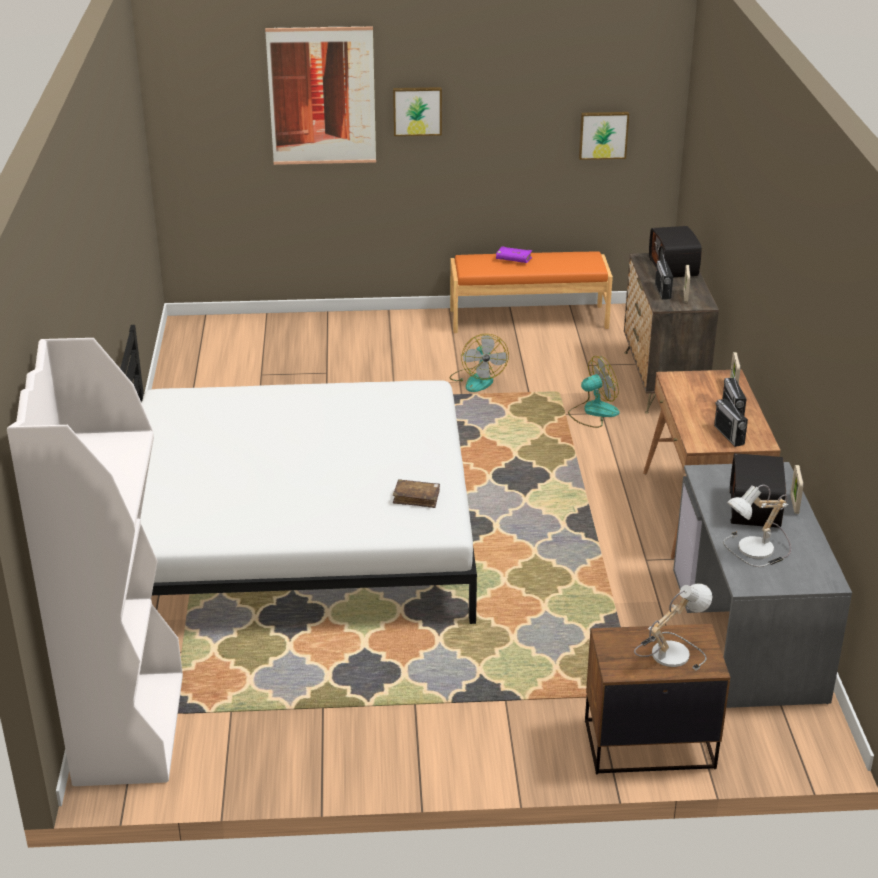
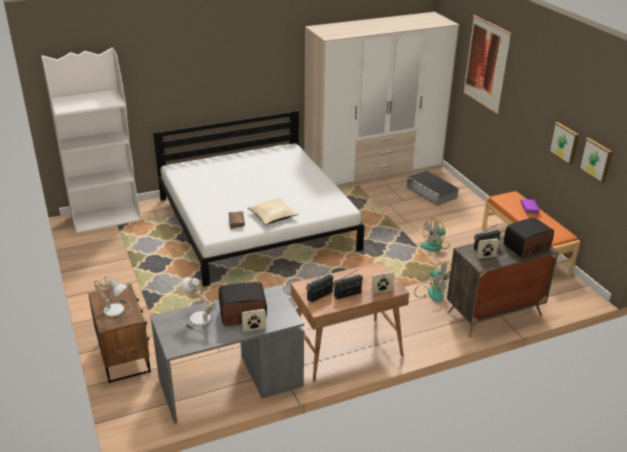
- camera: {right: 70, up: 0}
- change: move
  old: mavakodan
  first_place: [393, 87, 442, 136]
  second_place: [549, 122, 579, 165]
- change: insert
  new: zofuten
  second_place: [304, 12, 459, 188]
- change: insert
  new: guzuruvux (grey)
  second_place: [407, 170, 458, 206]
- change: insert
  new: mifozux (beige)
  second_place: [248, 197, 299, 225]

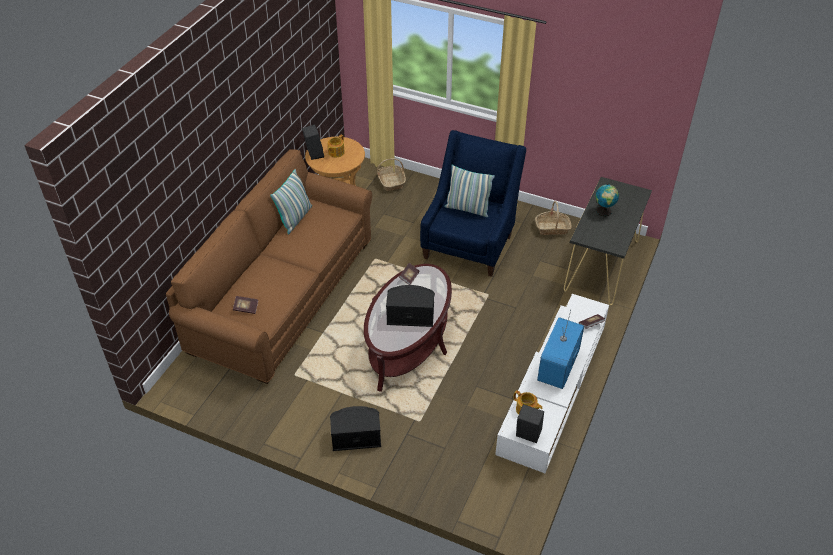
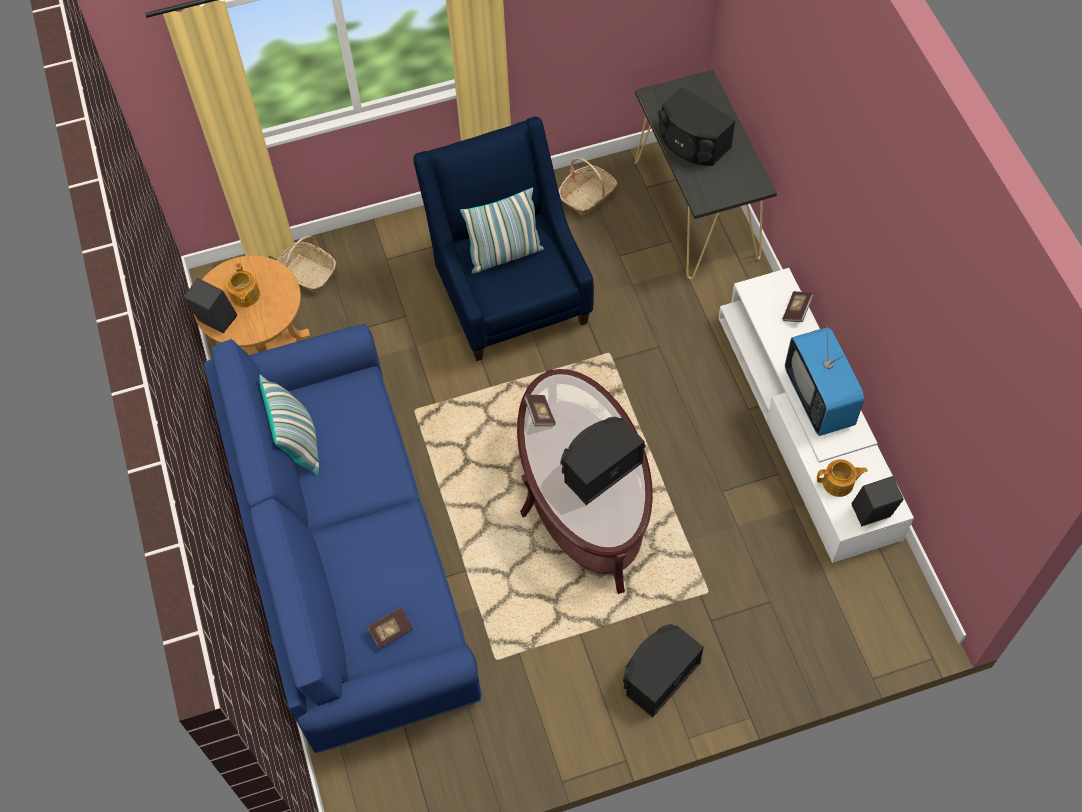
- camera: {right: -40, up: 15}
- change: recolor
  old: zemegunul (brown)
  new: zemegunul (blue)
  first_place: [166, 149, 372, 384]
  second_place: [204, 323, 482, 753]
- change: replace
  old: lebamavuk
  new: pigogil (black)
  first_place: [596, 184, 619, 216]
  second_place: [658, 87, 735, 166]

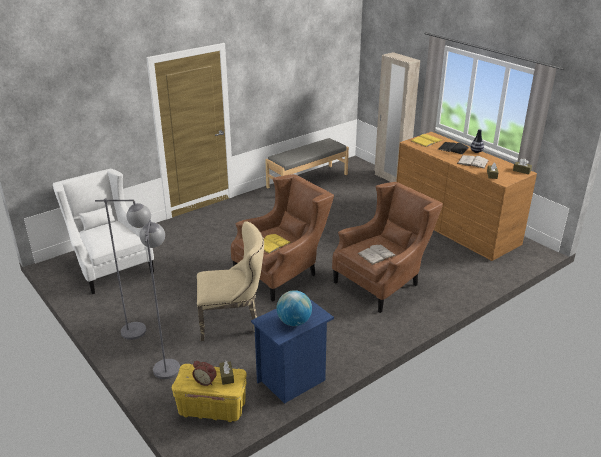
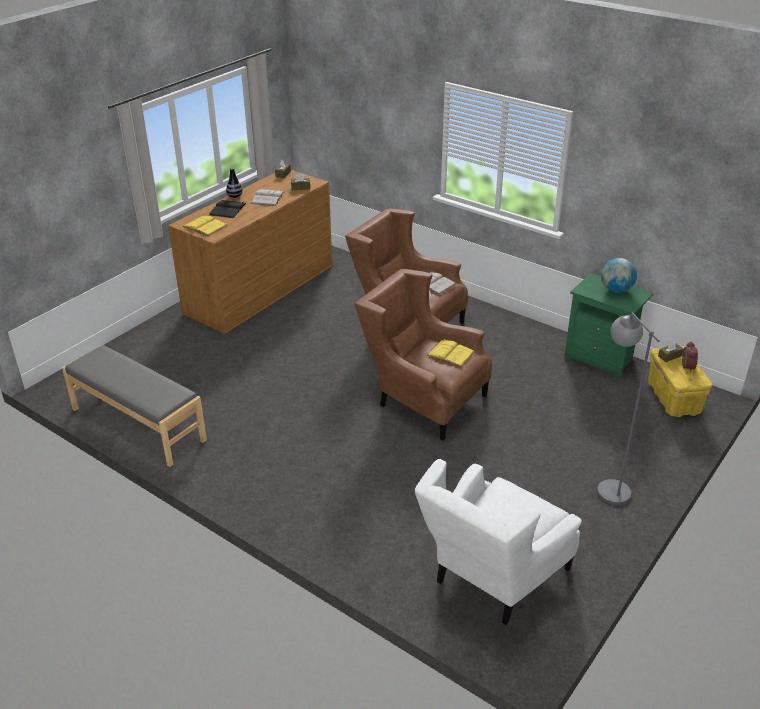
- camera: {right: -105, up: 5}
- change: delete
  old: zofuten (beige)
  first_place: [375, 52, 420, 182]
- change: delete
  old: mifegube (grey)
  first_place: [139, 220, 180, 379]
- change: delete
  old: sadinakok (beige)
  first_place: [197, 221, 264, 341]
- change: recolor
  old: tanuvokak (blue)
  new: tanuvokak (green)
  first_place: [251, 299, 334, 404]
  second_place: [564, 273, 653, 379]

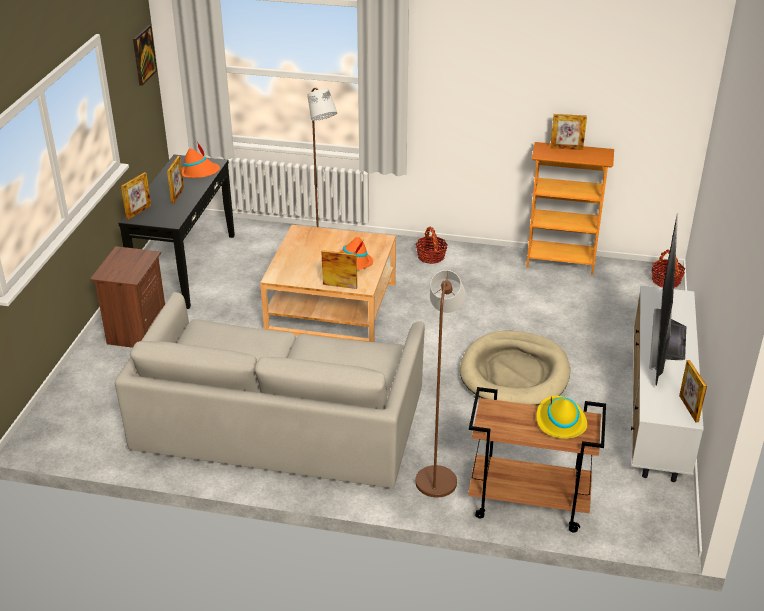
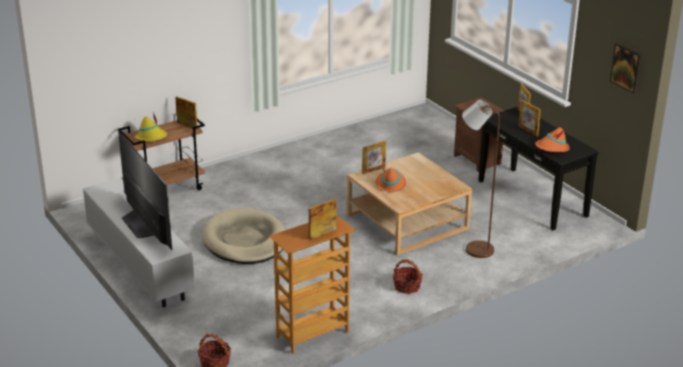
- camera: {right: 135, up: -5}
- change: delete
  old: mifegube (brown)
  first_place: [415, 270, 466, 497]
- change: delete
  old: zemegunul (grey)
  first_place: [115, 292, 425, 488]
- change: move
  old: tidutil
  first_place: [679, 360, 707, 423]
  second_place: [175, 97, 198, 130]

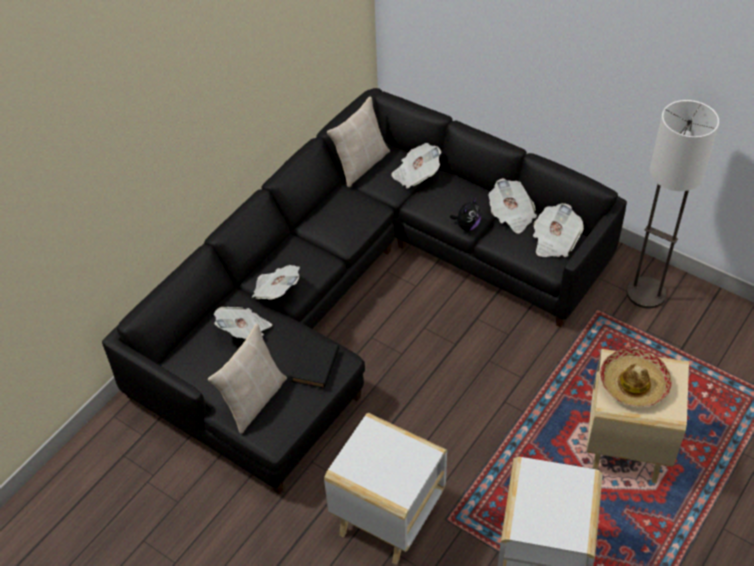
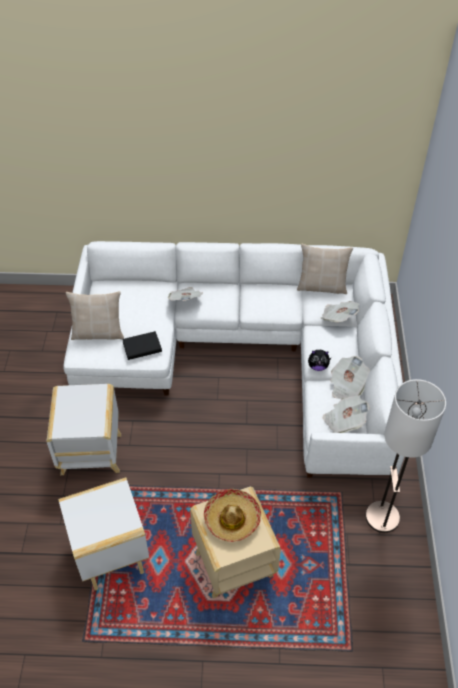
- camera: {right: 55, up: 0}
- change: recolor
  old: zemegunul (black)
  new: zemegunul (white)
  first_place: [102, 88, 627, 494]
  second_place: [63, 241, 404, 478]
- change: delete
  old: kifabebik
  first_place: [214, 307, 272, 339]

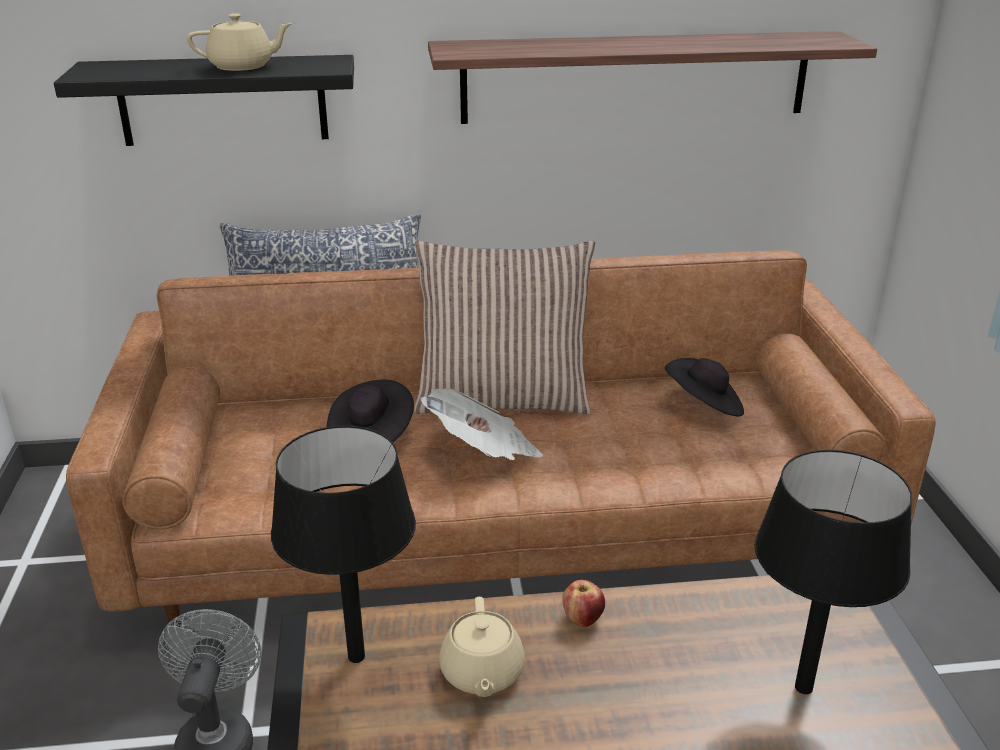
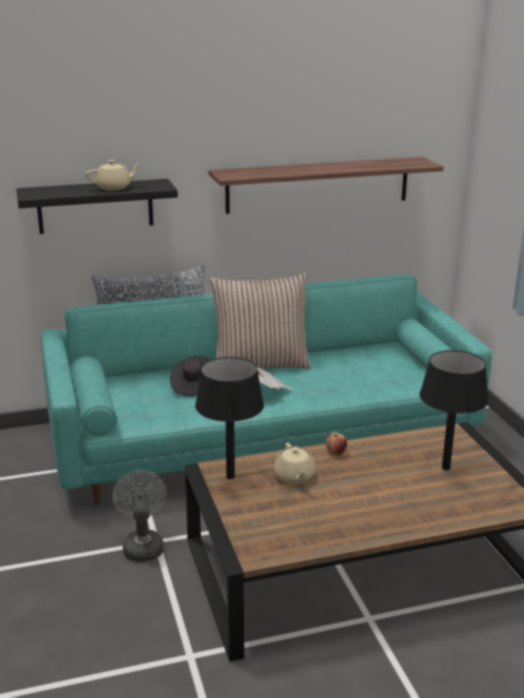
- camera: {right: -10, up: -5}
- change: recolor
  old: zemegunul (brown)
  new: zemegunul (turquoise)
  first_place: [66, 250, 936, 627]
  second_place: [41, 274, 492, 505]
- change: delete
  old: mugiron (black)
  first_place: [665, 358, 744, 416]

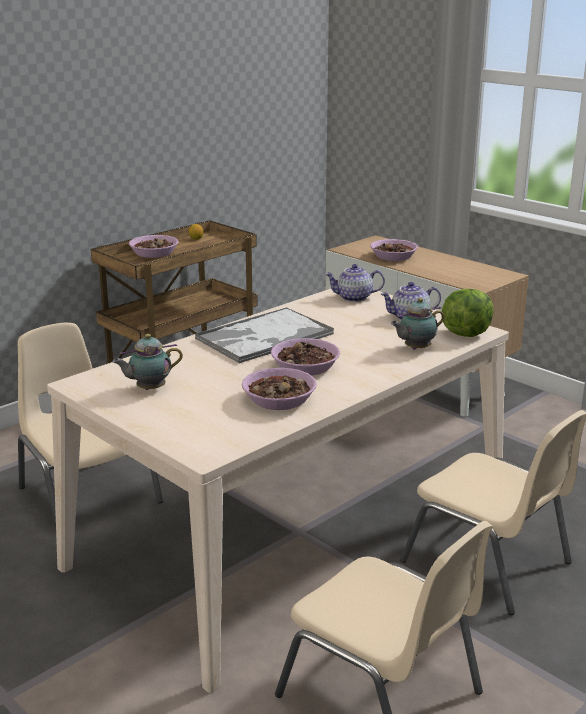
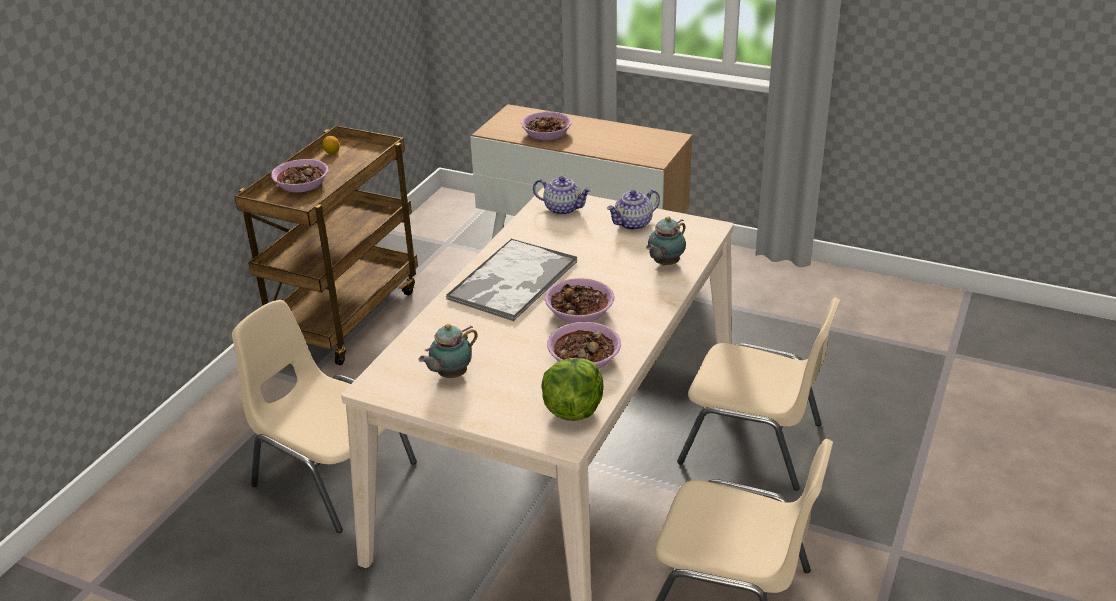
- camera: {right: -20, up: 10}
- change: rotate
  old: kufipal
  first_place: [325, 264, 385, 302]
  second_place: [533, 176, 592, 215]
  degrees: -135
- change: move
  old: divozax
  first_place: [441, 289, 494, 337]
  second_place: [541, 358, 604, 421]

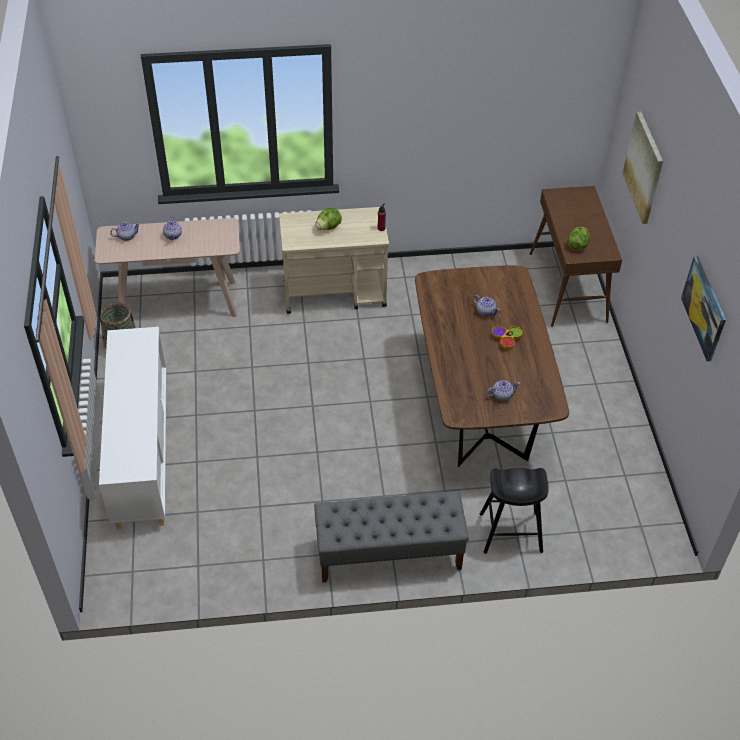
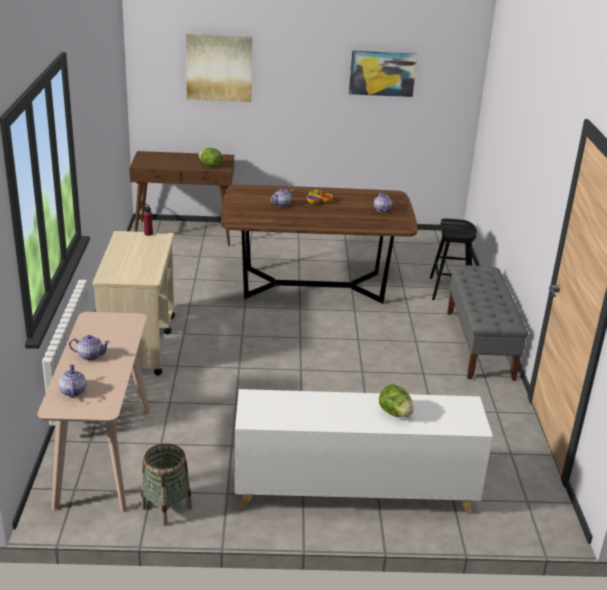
- camera: {right: -85, up: -20}
- change: move
  old: divozax
  first_place: [315, 208, 342, 230]
  second_place: [379, 384, 414, 417]

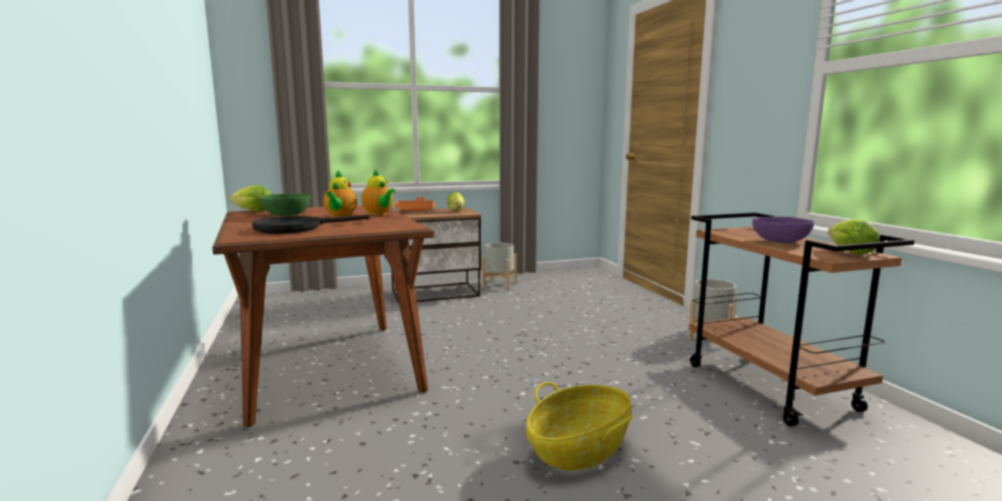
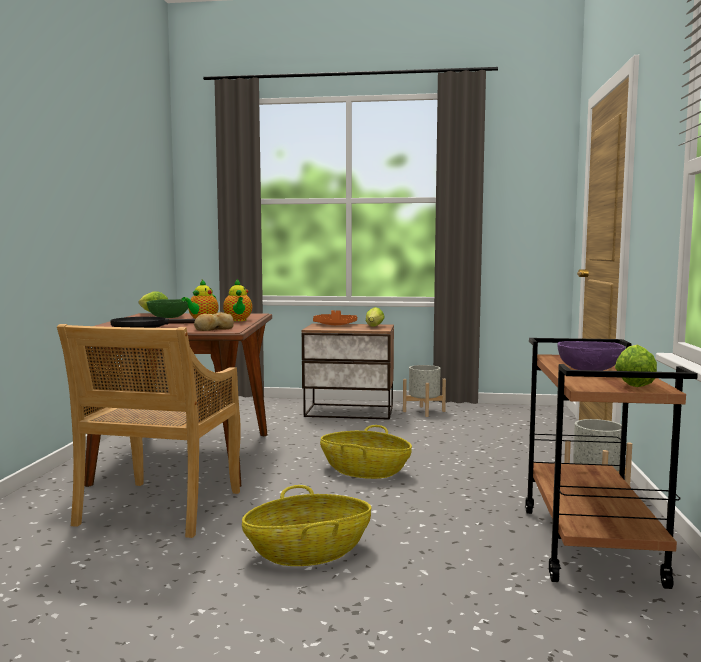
- camera: {right: 25, up: -5}
- change: insert
  new: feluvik
  second_place: [194, 312, 234, 331]
- change: insert
  new: sadinakok (beige)
  second_place: [57, 324, 241, 538]
- change: insert
  new: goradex
  second_place: [320, 425, 412, 479]

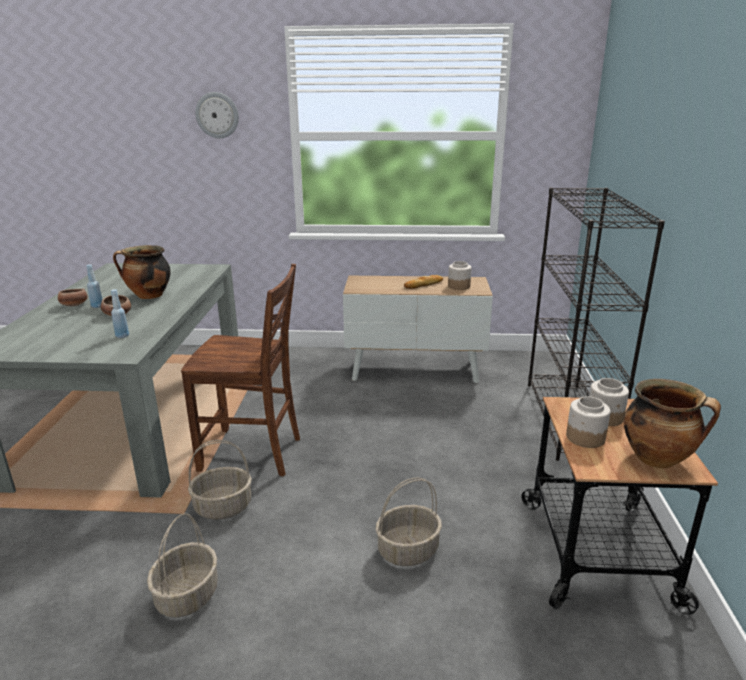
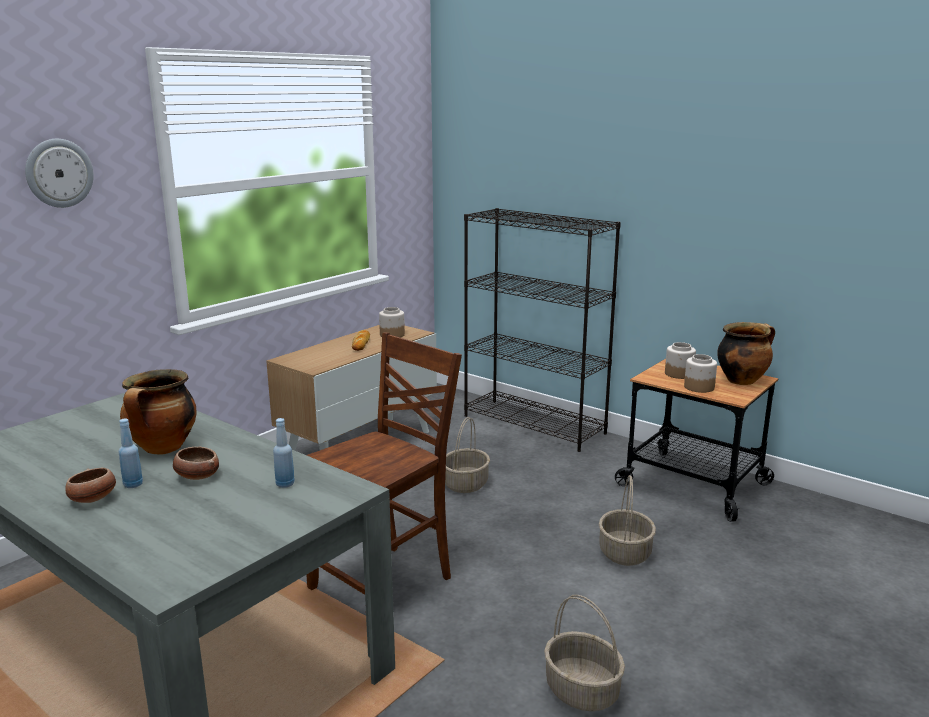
- camera: {right: -55, up: -5}
- change: move
  old: goradex
  first_place: [188, 440, 252, 520]
  second_place: [445, 417, 490, 493]

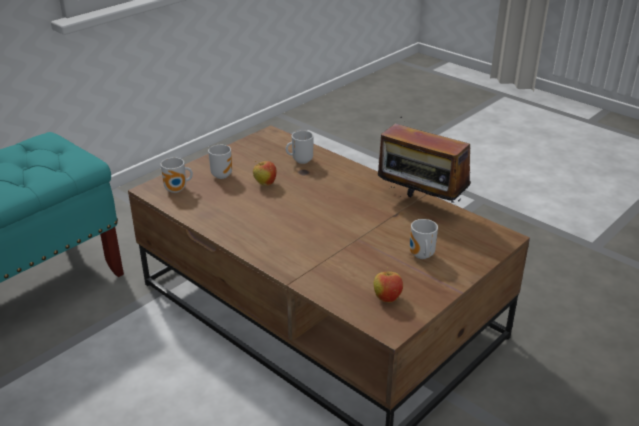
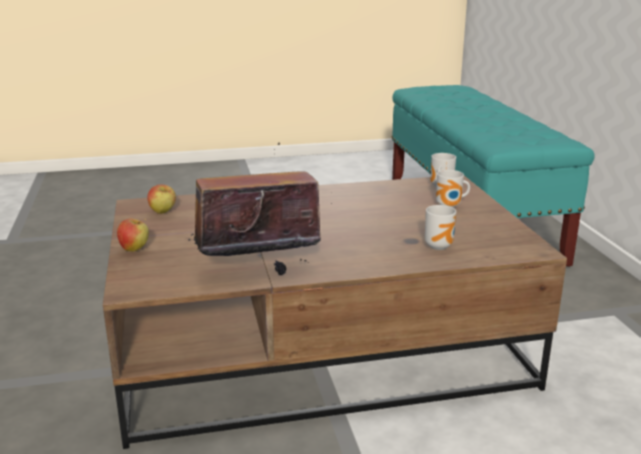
- camera: {right: 125, up: -10}
- change: move
  old: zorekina
  first_place: [253, 161, 277, 186]
  second_place: [117, 219, 149, 251]
- change: delete
  old: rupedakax
  first_place: [410, 219, 438, 259]

